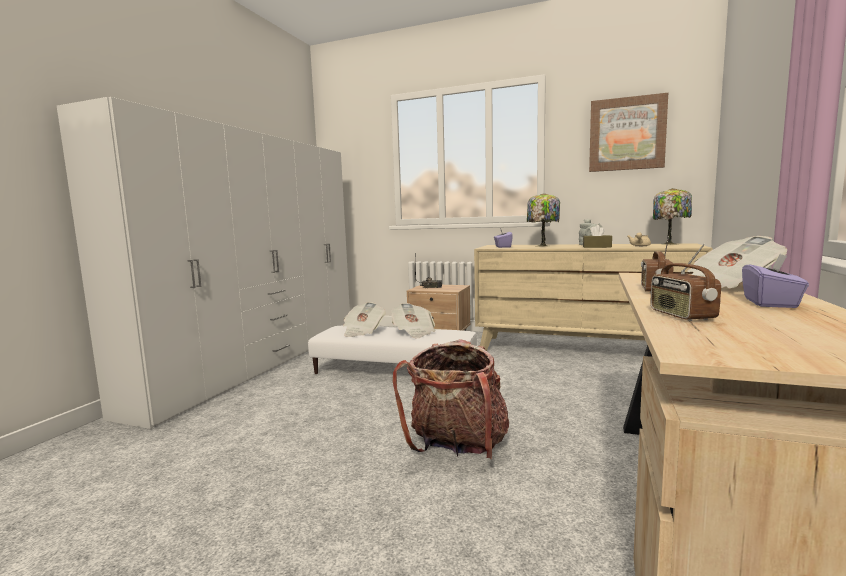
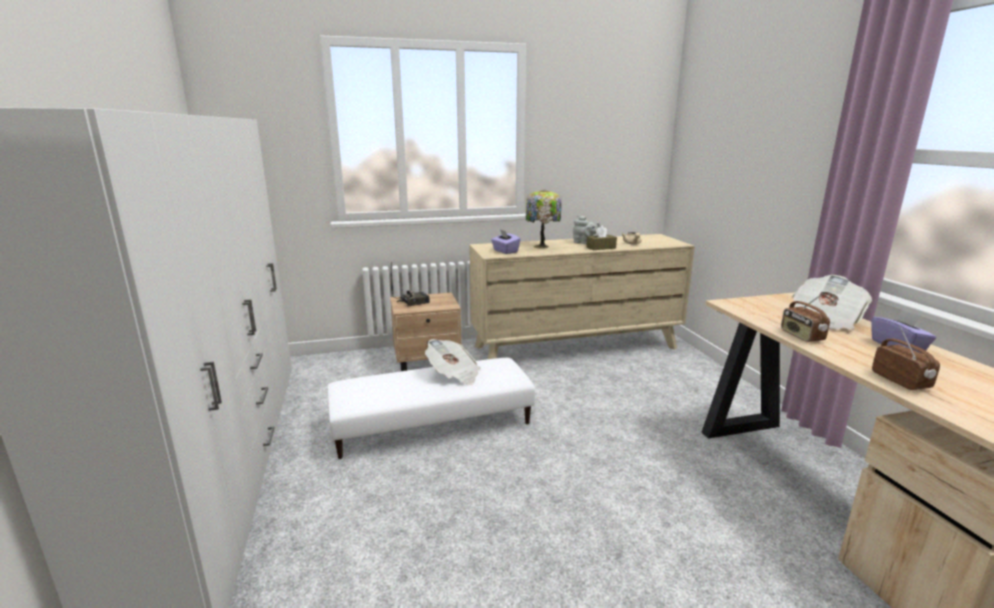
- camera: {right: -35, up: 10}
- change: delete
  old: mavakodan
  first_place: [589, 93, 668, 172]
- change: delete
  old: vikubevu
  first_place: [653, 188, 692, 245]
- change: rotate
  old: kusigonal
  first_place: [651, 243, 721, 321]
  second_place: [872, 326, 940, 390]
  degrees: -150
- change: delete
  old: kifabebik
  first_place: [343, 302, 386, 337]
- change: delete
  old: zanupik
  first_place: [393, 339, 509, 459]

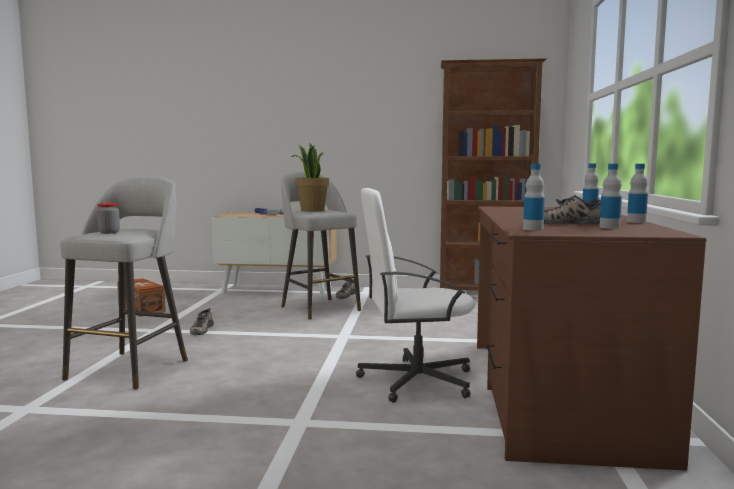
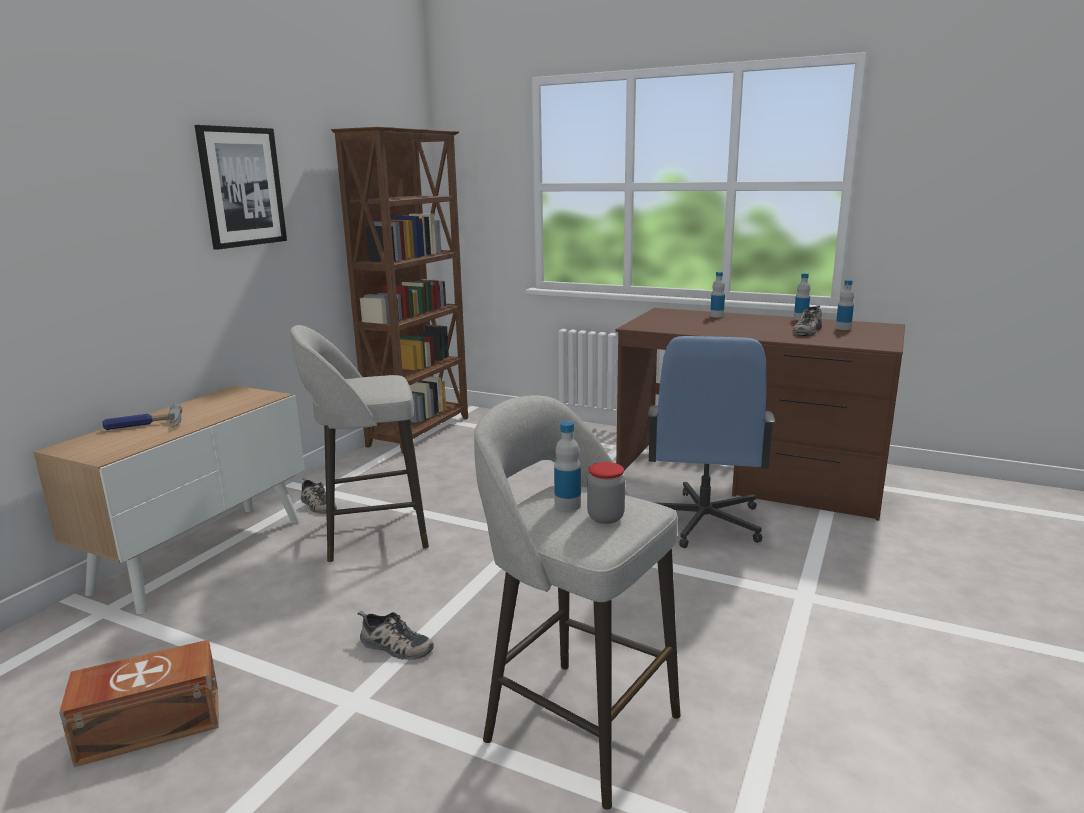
- camera: {right: -70, up: 10}
- change: delete
  old: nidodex
  first_place: [291, 143, 329, 211]
- change: move
  old: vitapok
  first_place: [523, 164, 545, 230]
  second_place: [554, 421, 581, 511]
- change: recolor
  old: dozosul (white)
  new: dozosul (blue)
  first_place: [356, 188, 475, 403]
  second_place: [648, 336, 775, 548]
- change: insert
  new: mavakodan
  second_place: [195, 125, 287, 250]

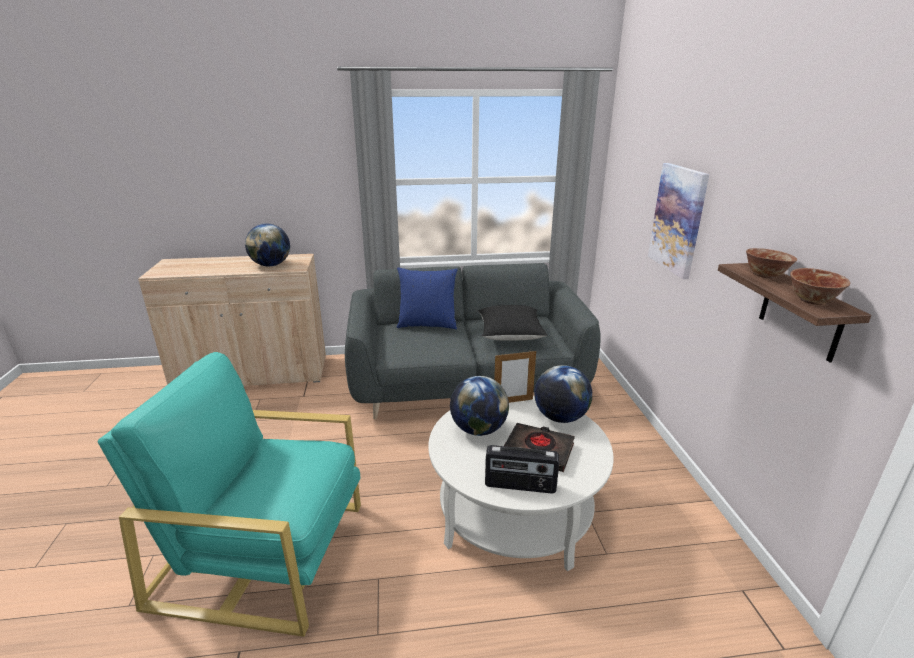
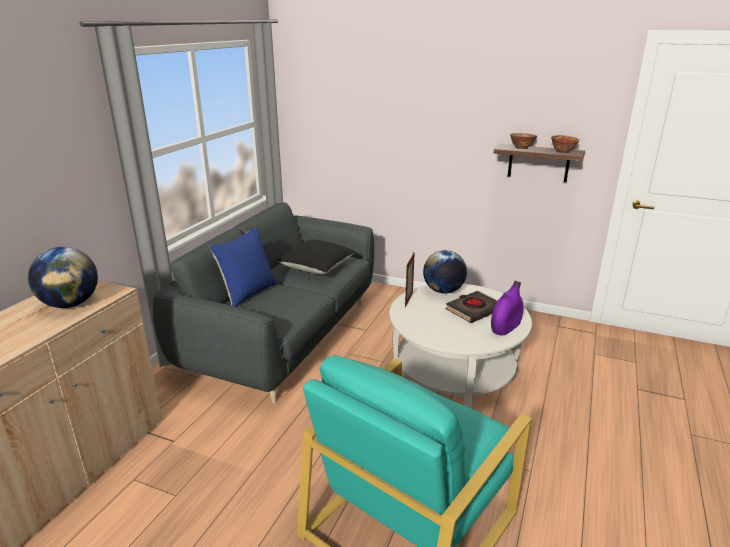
- camera: {right: -60, up: 0}
- change: delete
  old: mavakodan
  first_place: [648, 163, 709, 279]
- change: delete
  old: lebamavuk
  first_place: [450, 376, 509, 436]
- change: replace
  old: kusigonal
  new: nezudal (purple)
  first_place: [485, 445, 559, 494]
  second_place: [491, 281, 524, 335]

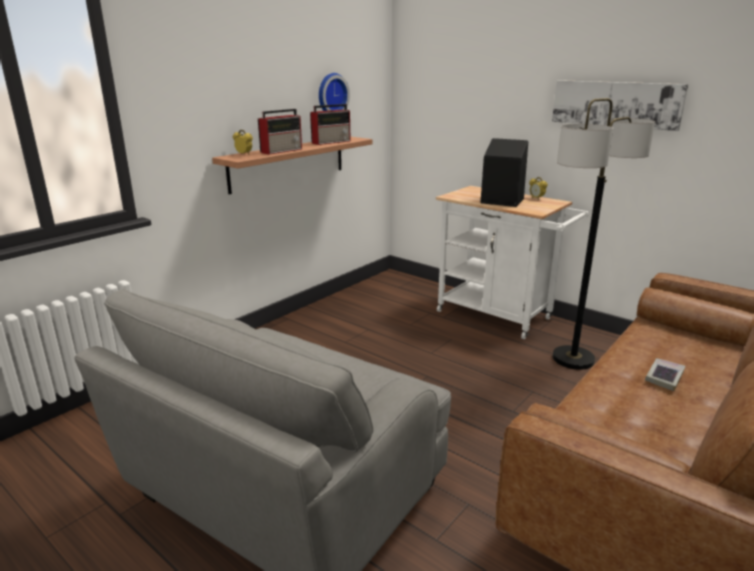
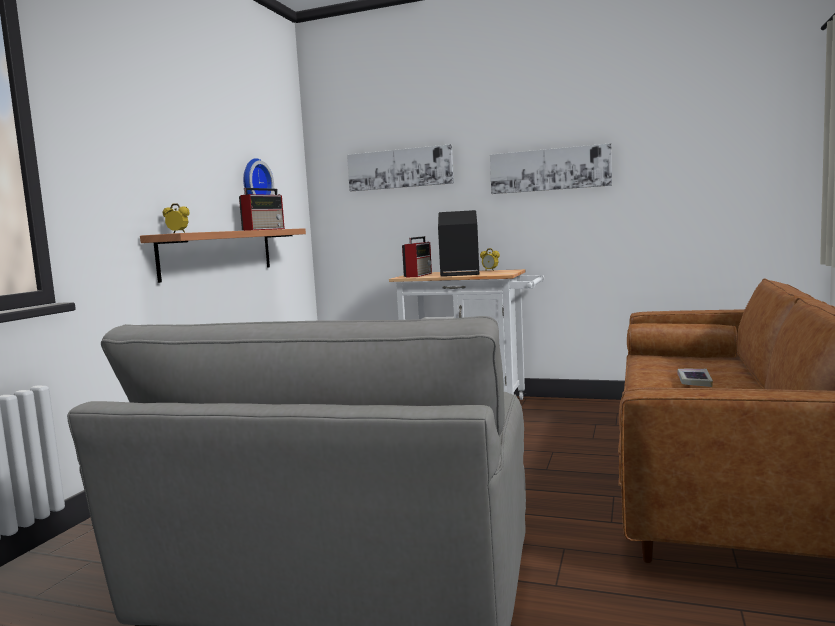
- camera: {right: -20, up: -15}
- change: delete
  old: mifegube
  first_place: [553, 98, 655, 370]
- change: move
  old: kusigonal
  first_place: [258, 109, 302, 155]
  second_place: [402, 236, 432, 277]
- change: insert
  new: mavakodan
  second_place: [347, 144, 454, 191]

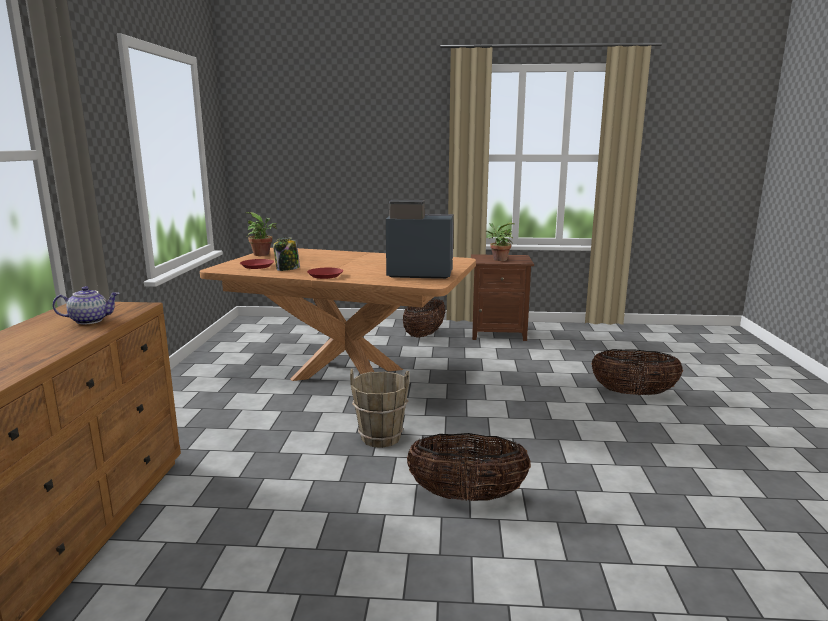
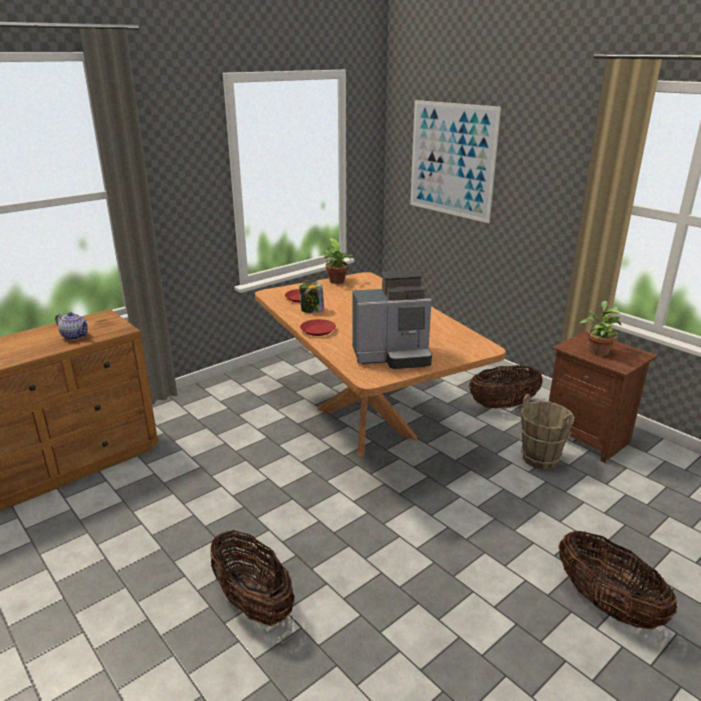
- camera: {right: 45, up: 10}
- change: rotate
  old: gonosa
  first_place: [386, 200, 454, 279]
  second_place: [352, 270, 432, 369]
  degrees: 120
- change: move
  old: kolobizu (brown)
  first_place: [350, 368, 409, 448]
  second_place: [520, 394, 575, 469]
- change: insert
  new: mavakodan
  second_place: [410, 100, 501, 223]

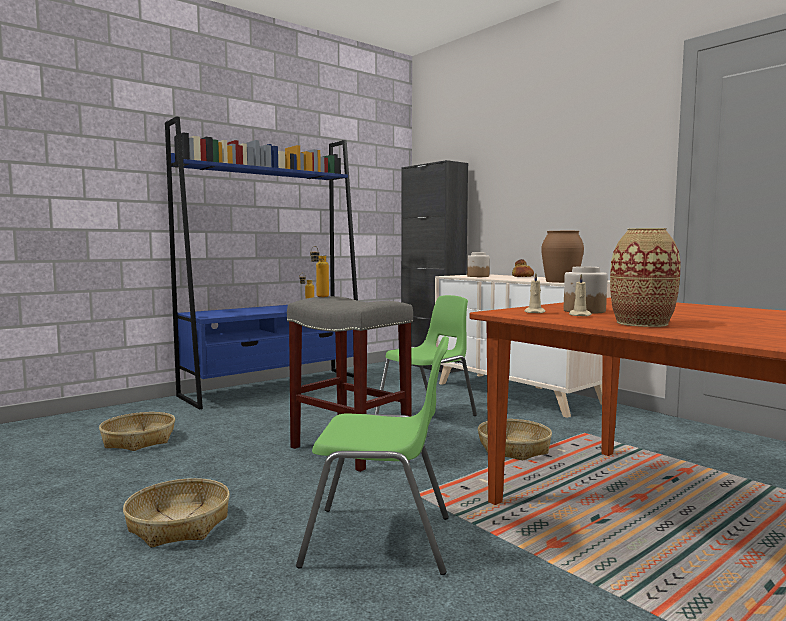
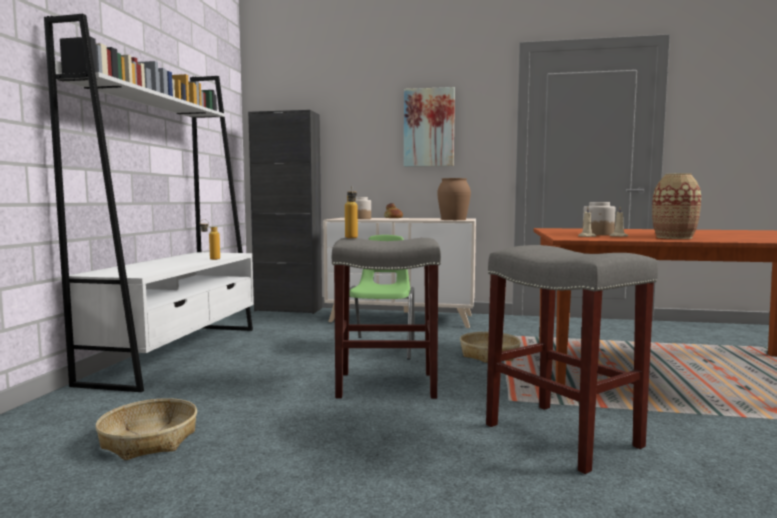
- camera: {right: -40, up: 0}
- change: recolor
  old: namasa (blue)
  new: namasa (white)
  first_place: [165, 117, 358, 410]
  second_place: [44, 14, 254, 392]
- change: replace
  old: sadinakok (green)
  new: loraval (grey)
  first_place: [296, 336, 449, 575]
  second_place: [486, 245, 658, 474]
- change: delete
  old: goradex
  first_place: [123, 478, 230, 548]
- change: insert
  new: mavakodan
  second_place: [404, 87, 455, 167]

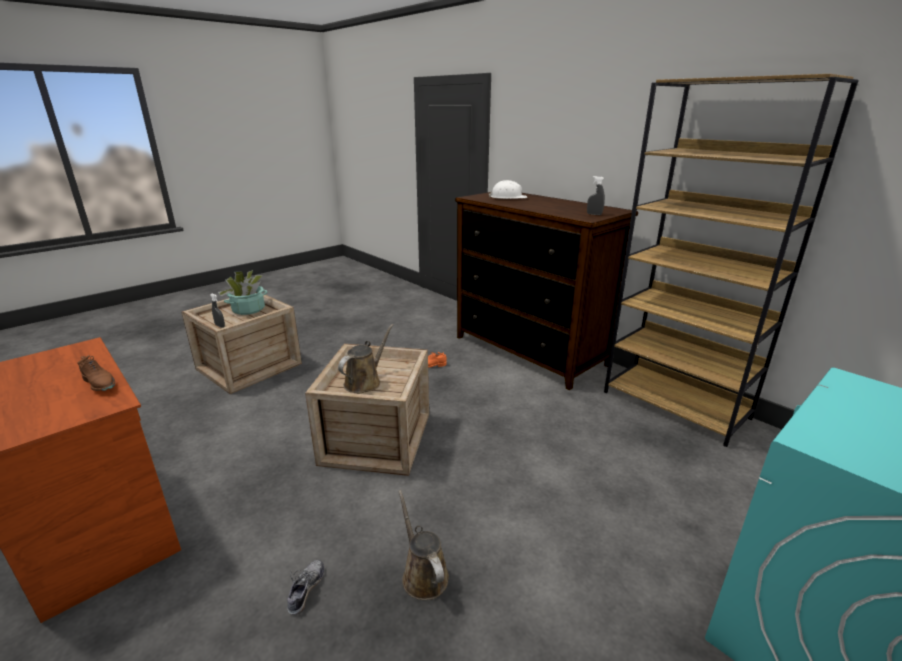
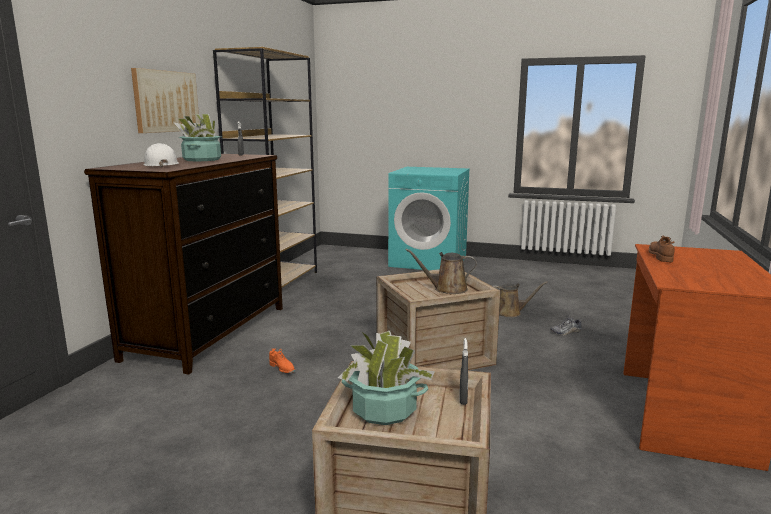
- camera: {right: -120, up: -10}
- change: rotate
  old: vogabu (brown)
  first_place: [398, 490, 449, 600]
  second_place: [493, 282, 548, 317]
  degrees: -120
- change: insert
  new: mavakodan
  second_place: [131, 68, 199, 133]
- change: insert
  new: nidodex
  second_place: [173, 114, 221, 161]

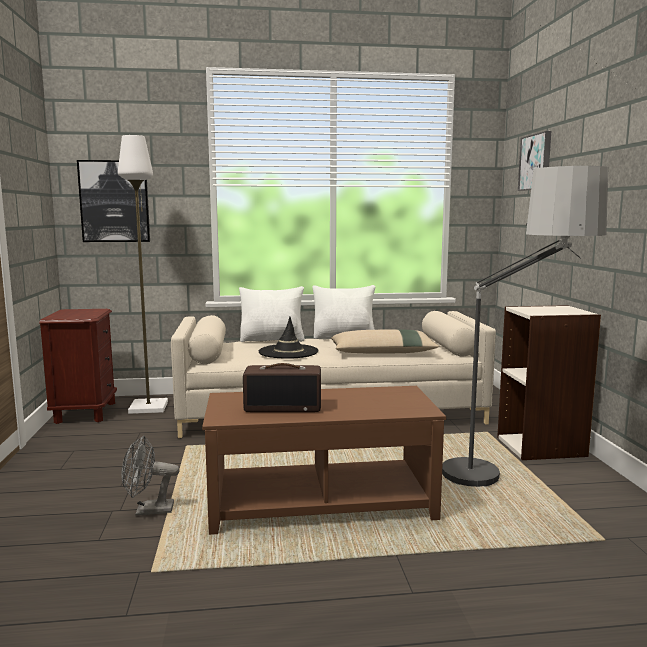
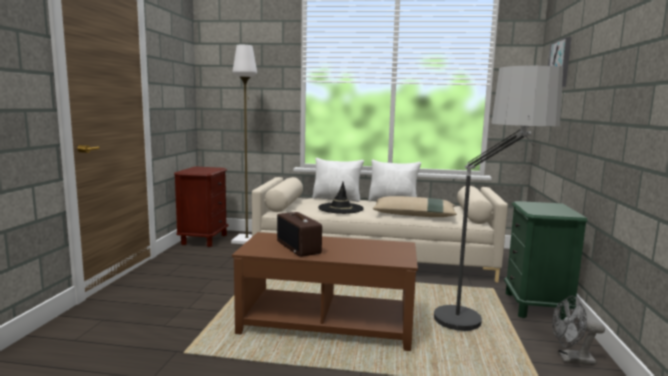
- camera: {right: 15, up: 0}
- change: delete
  old: mavakodan
  first_place: [77, 160, 150, 242]
- change: replace
  old: namasa
  new: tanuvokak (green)
  first_place: [497, 305, 601, 460]
  second_place: [504, 201, 587, 320]
- change: rotate
  old: kusigonal
  first_place: [243, 363, 321, 412]
  second_place: [277, 212, 322, 257]
  degrees: 45
- change: move
  old: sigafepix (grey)
  first_place: [121, 436, 180, 515]
  second_place: [552, 296, 605, 365]

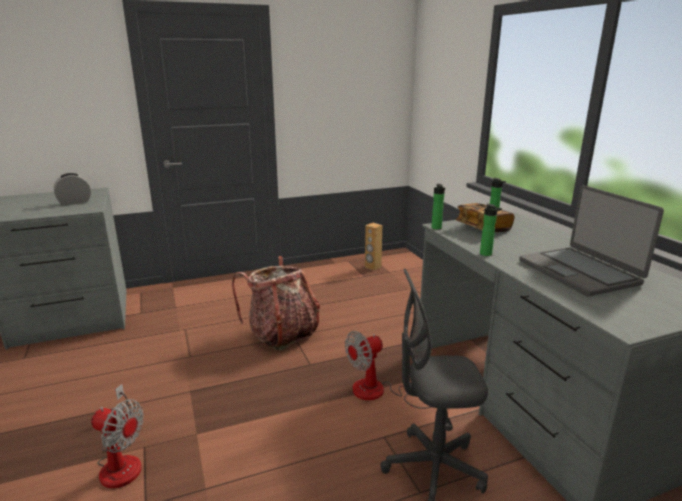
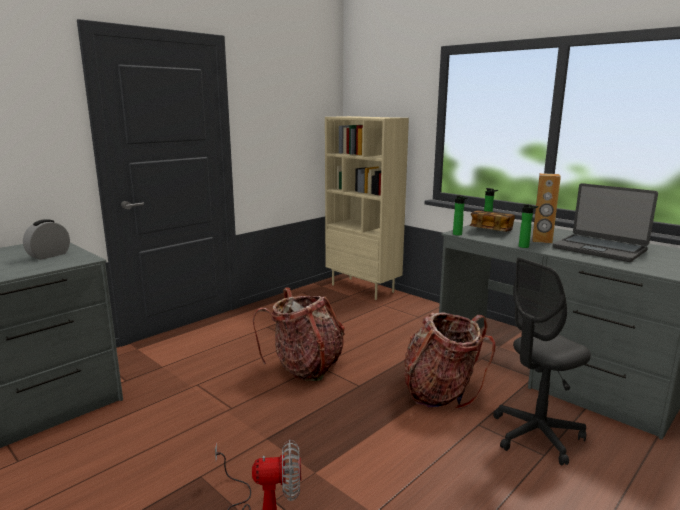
- camera: {right: -25, up: -5}
- change: move
  old: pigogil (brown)
  first_place: [365, 223, 382, 271]
  second_place: [532, 173, 561, 243]
- change: replace
  old: sigafepix
  new: zanupik
  first_place: [345, 331, 431, 409]
  second_place: [404, 312, 496, 409]
- change: insert
  new: namasa (beige)
  second_place: [325, 116, 409, 300]

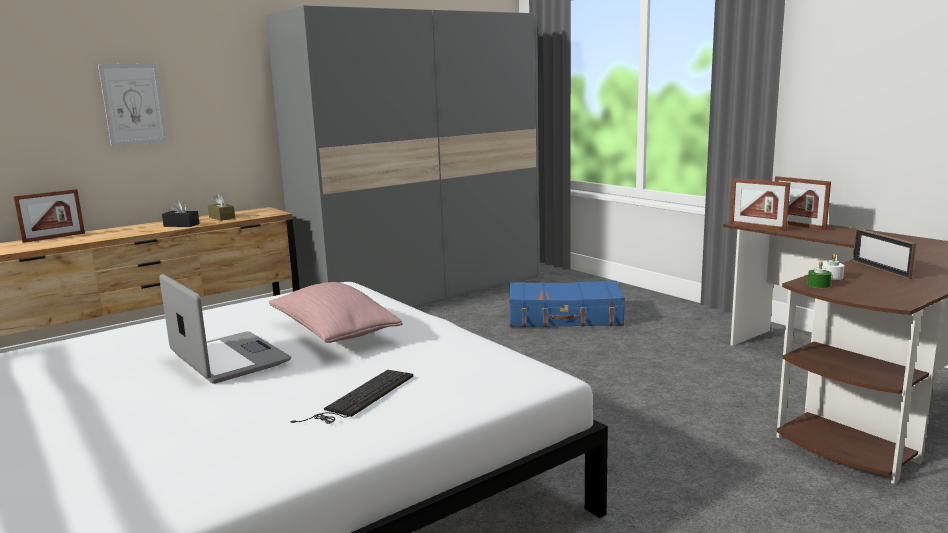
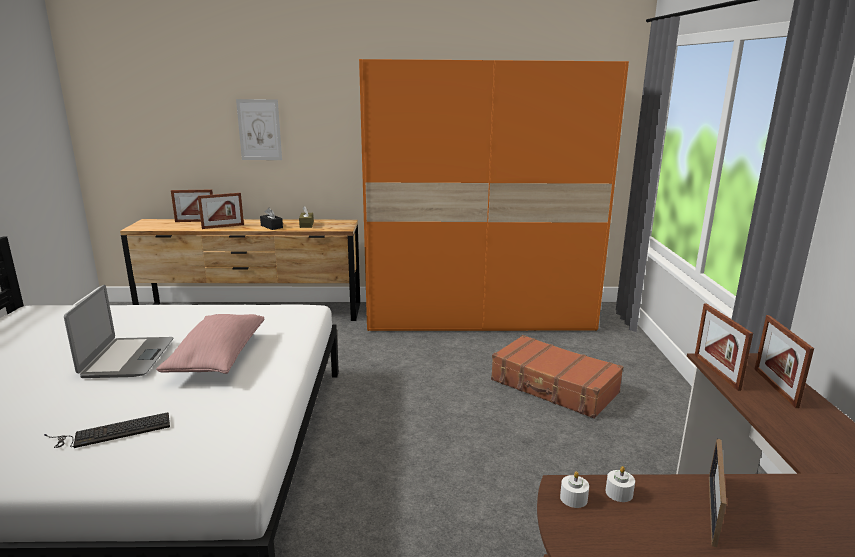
- camera: {right: 35, up: 5}
- change: recolor
  old: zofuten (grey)
  new: zofuten (orange)
  first_place: [266, 5, 540, 308]
  second_place: [359, 59, 629, 331]
- change: recolor
  old: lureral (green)
  new: lureral (white)
  first_place: [808, 261, 832, 288]
  second_place: [560, 471, 589, 508]
- change: recolor
  old: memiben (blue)
  new: memiben (brown)
  first_place: [509, 280, 625, 327]
  second_place: [491, 335, 623, 419]
- change: insert
  new: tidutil
  second_place: [198, 193, 244, 229]

